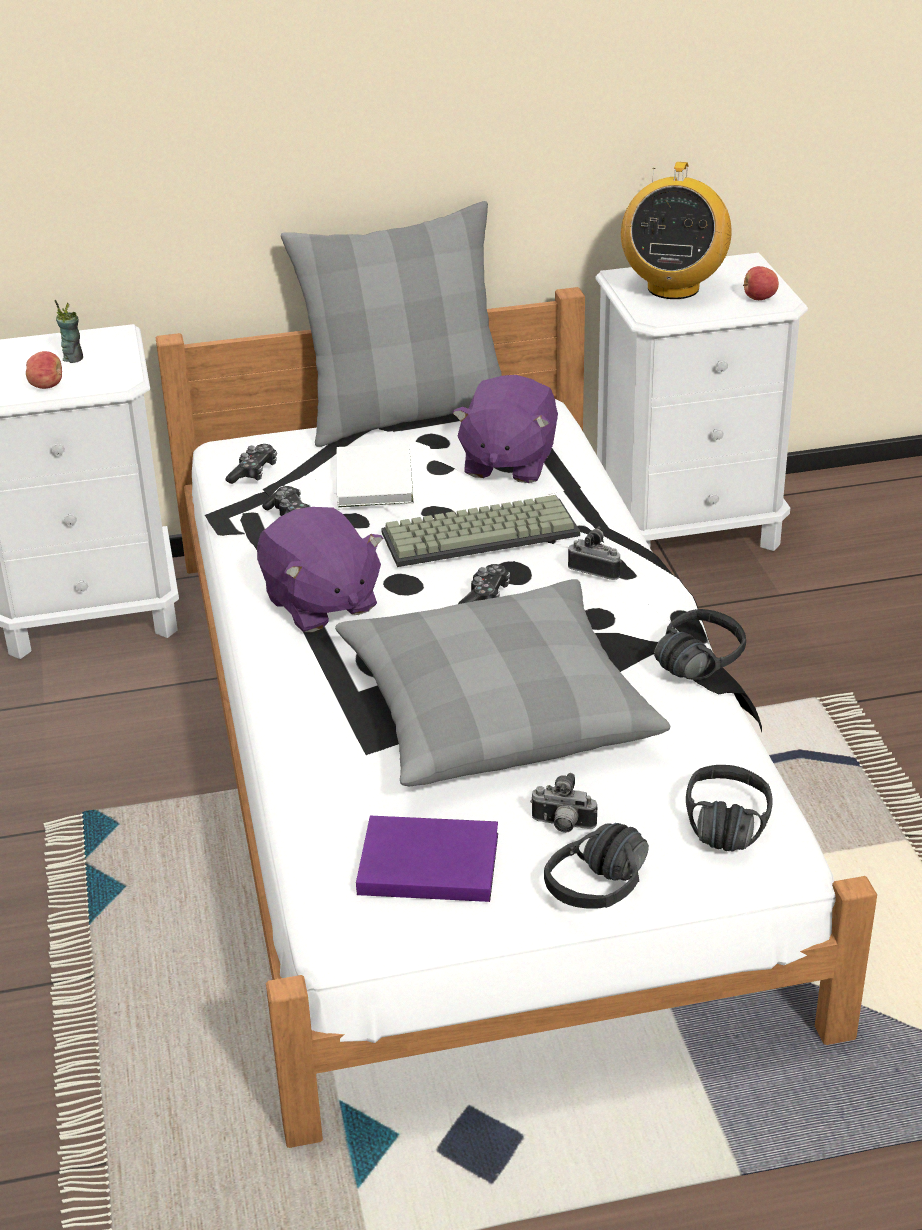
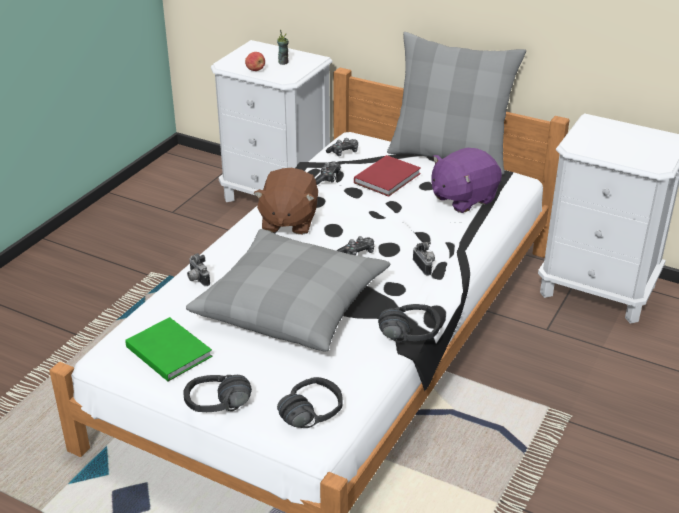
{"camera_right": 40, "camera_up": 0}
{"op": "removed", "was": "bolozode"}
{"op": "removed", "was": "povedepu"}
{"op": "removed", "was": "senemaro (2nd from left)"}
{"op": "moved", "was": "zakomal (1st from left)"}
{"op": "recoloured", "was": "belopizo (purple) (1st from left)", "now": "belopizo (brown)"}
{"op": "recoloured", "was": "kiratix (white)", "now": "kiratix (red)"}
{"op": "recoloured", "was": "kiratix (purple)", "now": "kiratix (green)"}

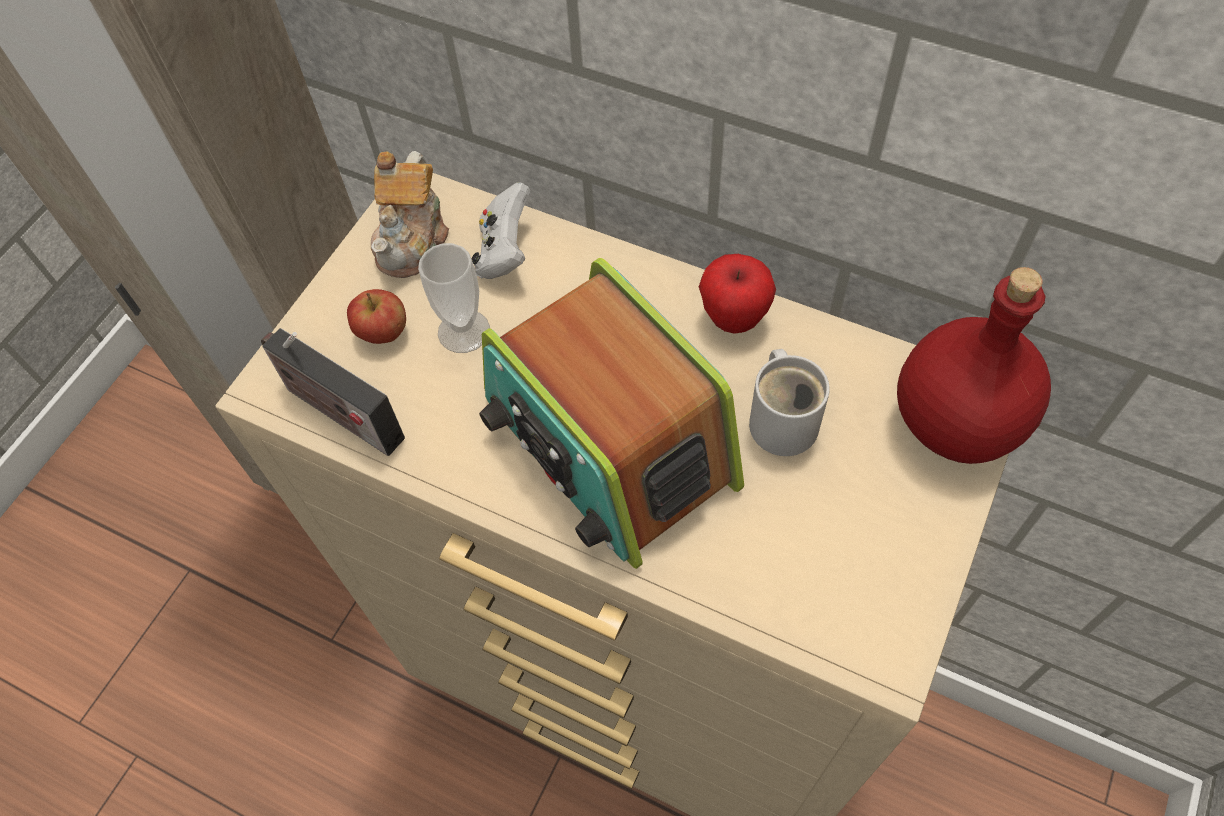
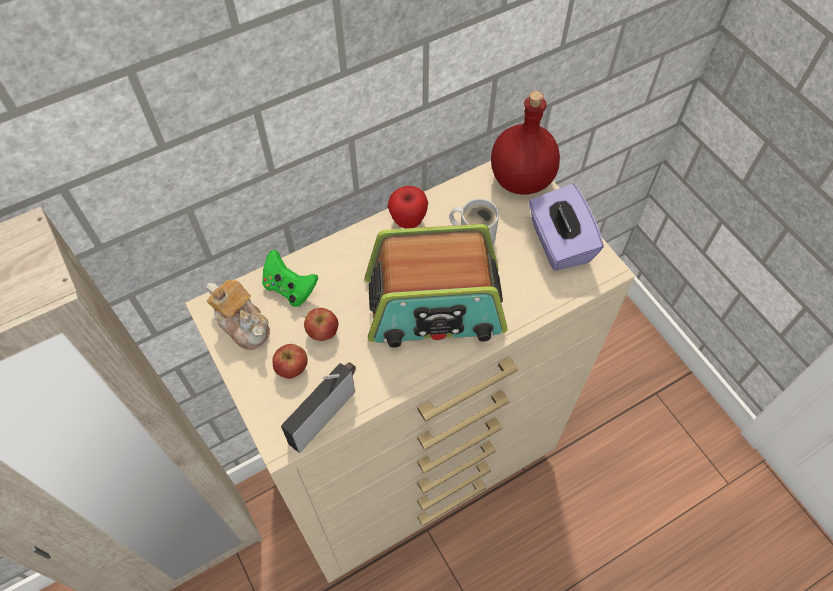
{"camera_right": -60, "camera_up": 0}
{"op": "added", "now": "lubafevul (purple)"}
{"op": "replaced", "was": "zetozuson", "now": "senemaro (2nd from left)"}
{"op": "recoloured", "was": "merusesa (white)", "now": "merusesa (green)"}
{"op": "turned", "was": "povedepu (1st from left)", "clockwise": 150}

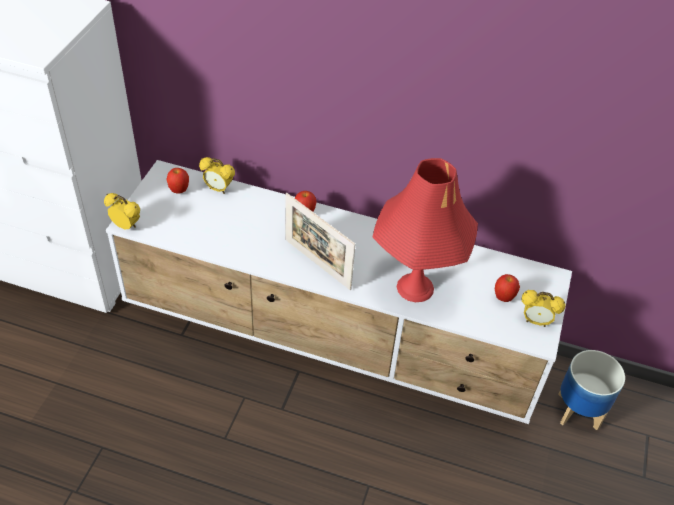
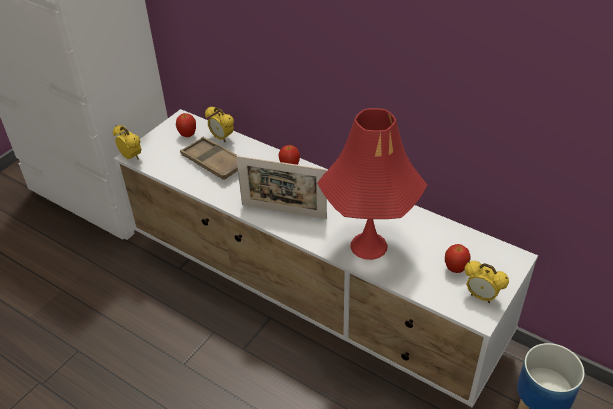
{"camera_right": 20, "camera_up": -5}
{"op": "added", "now": "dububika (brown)"}
{"op": "turned", "was": "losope", "clockwise": -45}

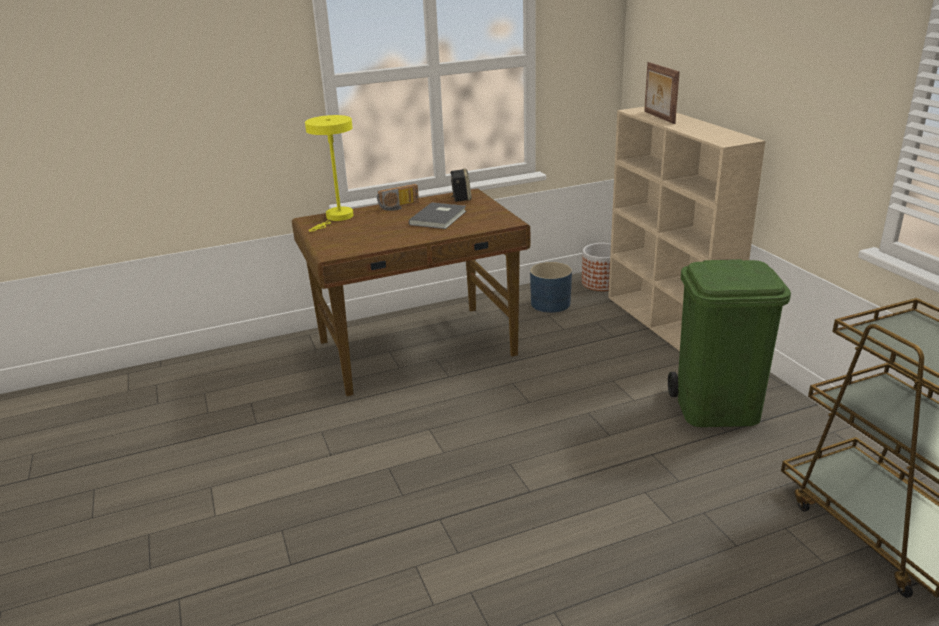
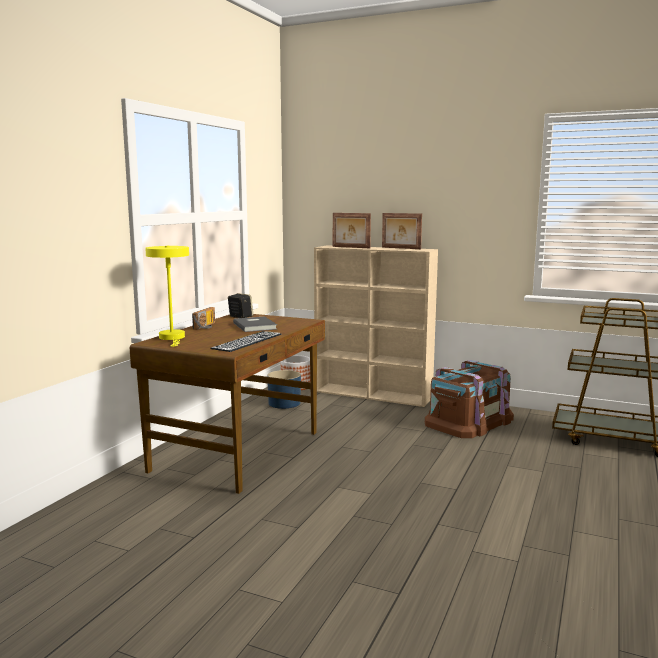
{"camera_right": -45, "camera_up": -15}
{"op": "added", "now": "bolozode"}
{"op": "added", "now": "losope (2nd from left)"}
{"op": "replaced", "was": "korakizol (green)", "now": "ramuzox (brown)"}

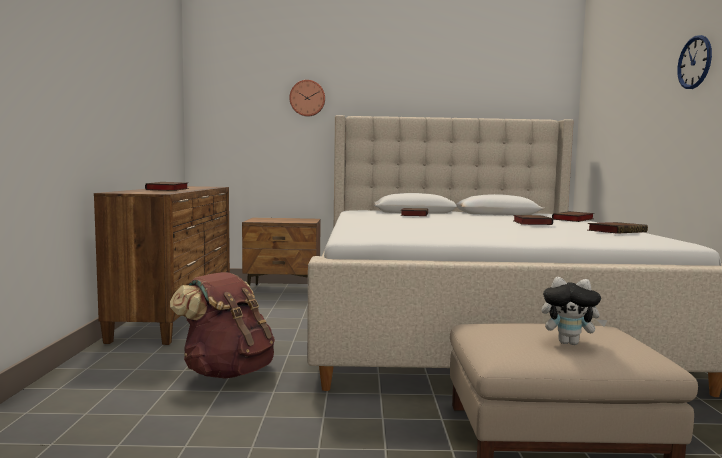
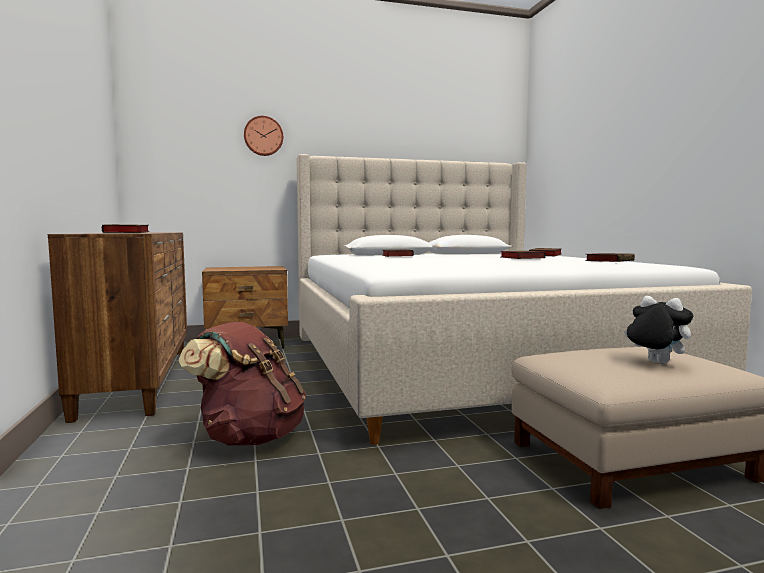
{"camera_right": -15, "camera_up": 0}
{"op": "removed", "was": "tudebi (2nd from left)"}
{"op": "turned", "was": "belopizo", "clockwise": -135}

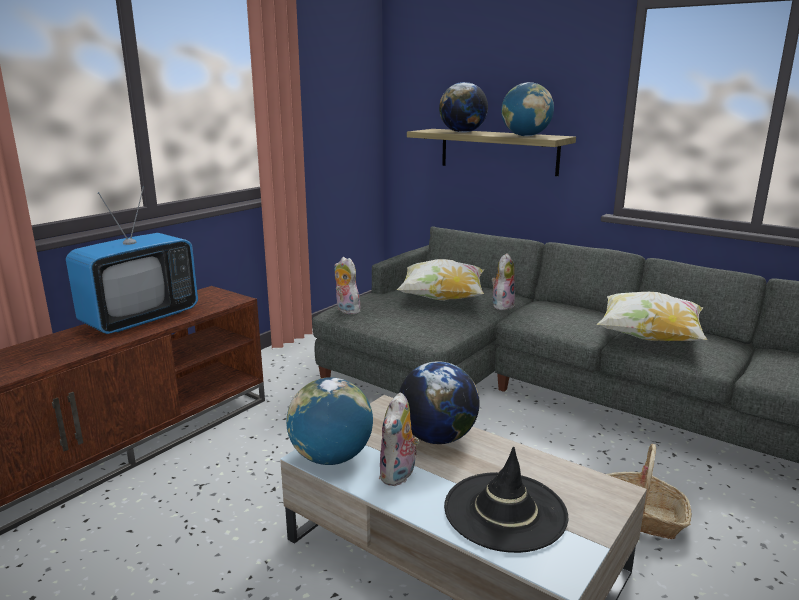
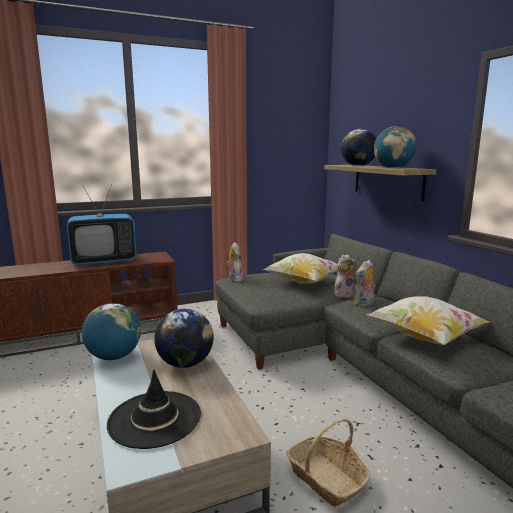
{"camera_right": 30, "camera_up": -5}
{"op": "moved", "was": "belopizo (2nd from left in the first image)", "now": "belopizo (3rd from left)"}

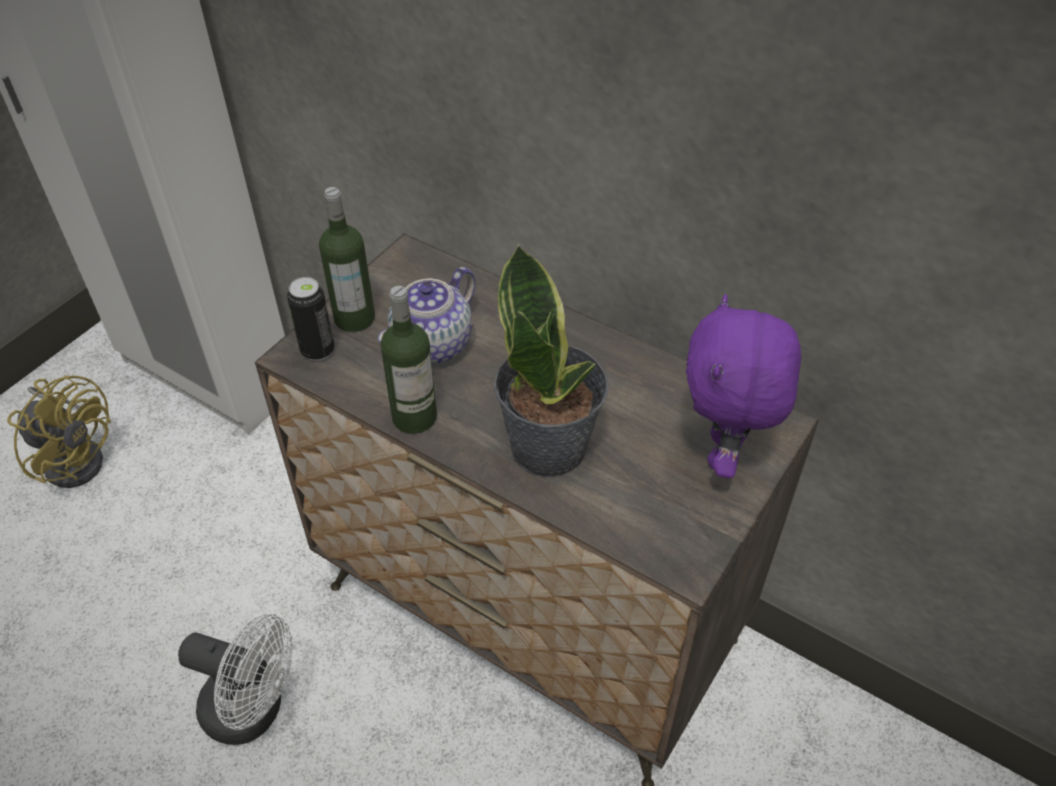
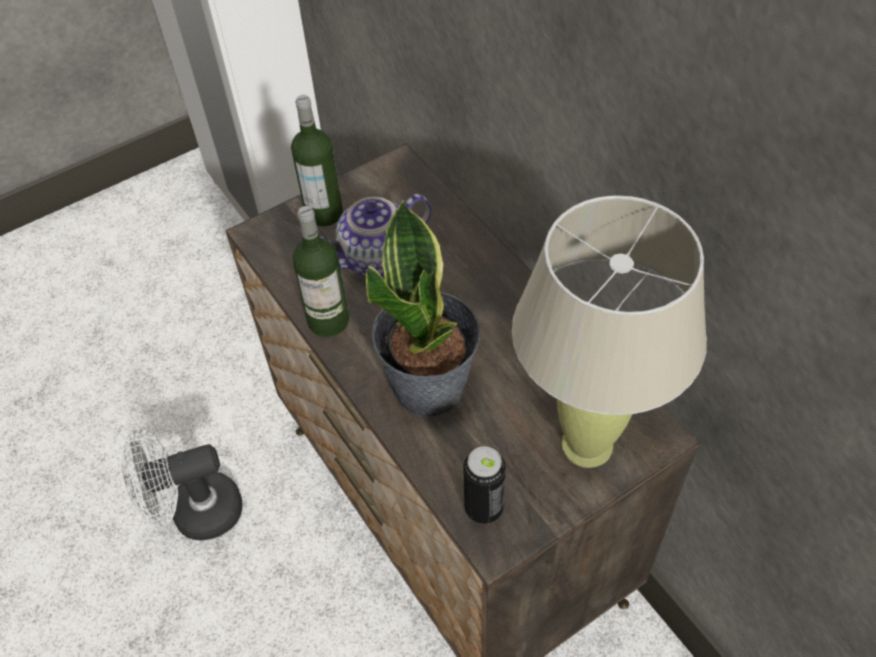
{"camera_right": 25, "camera_up": 5}
{"op": "removed", "was": "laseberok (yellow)"}
{"op": "moved", "was": "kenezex"}
{"op": "replaced", "was": "belopizo (purple)", "now": "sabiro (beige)"}
{"op": "turned", "was": "laseberok (white)", "clockwise": 120}

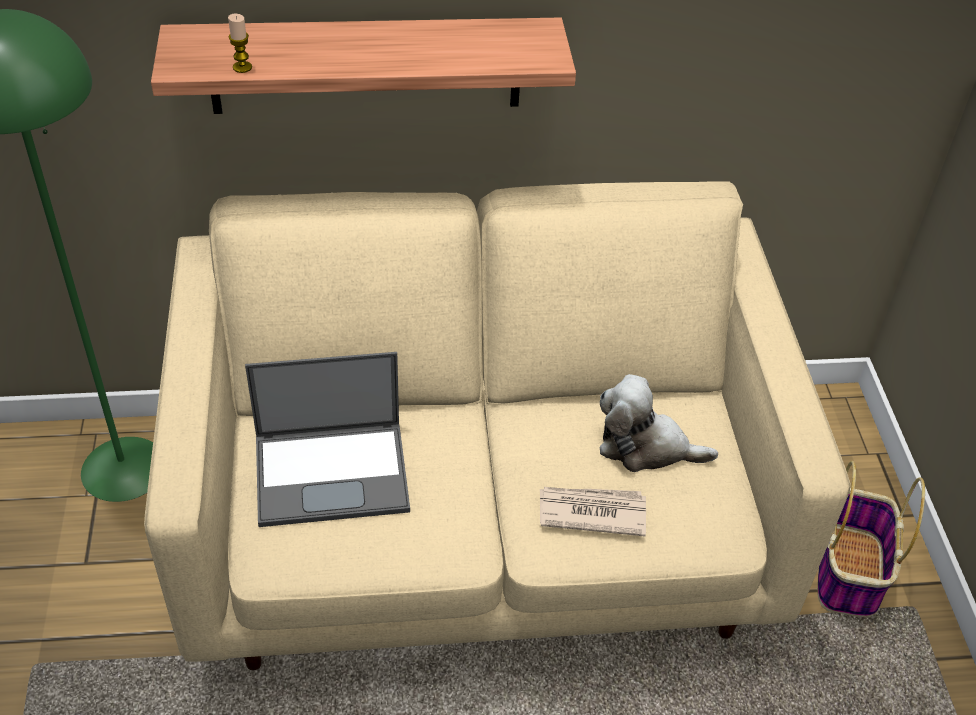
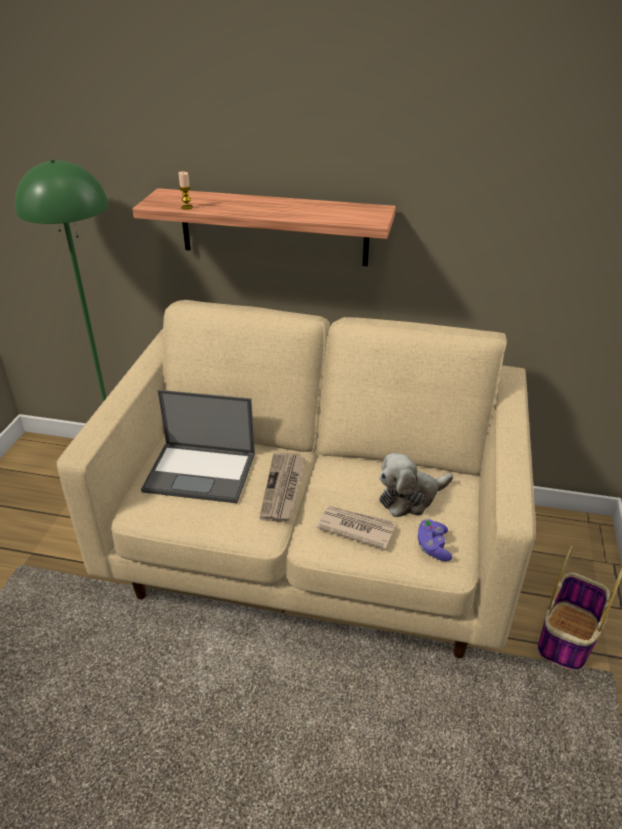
{"camera_right": 20, "camera_up": -10}
{"op": "added", "now": "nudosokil (1st from left)"}
{"op": "added", "now": "merusesa (purple)"}
{"op": "turned", "was": "belopizo", "clockwise": -60}

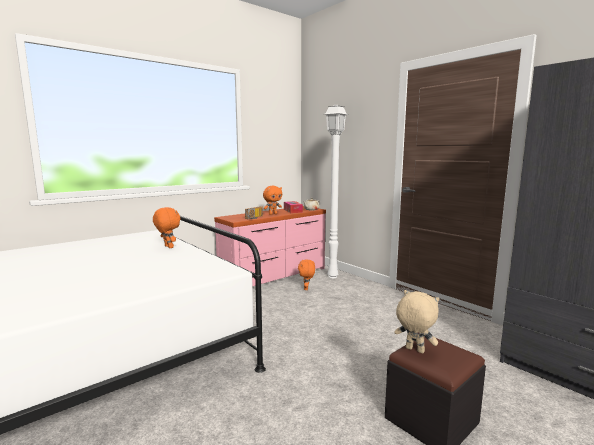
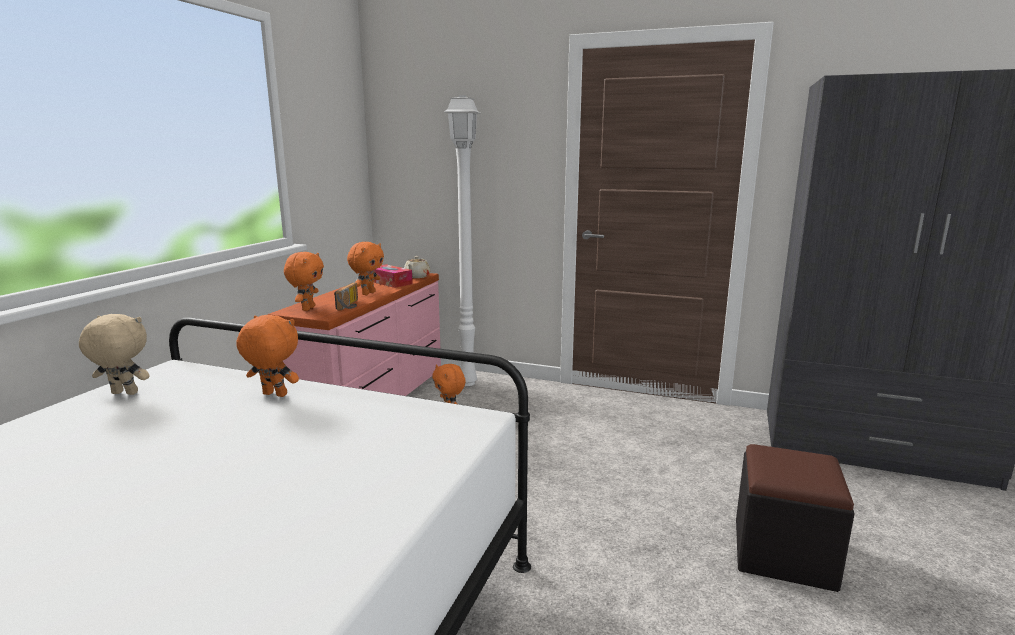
{"camera_right": -30, "camera_up": 5}
{"op": "added", "now": "belopizo (orange) (2nd from left)"}
{"op": "moved", "was": "belopizo (beige)"}

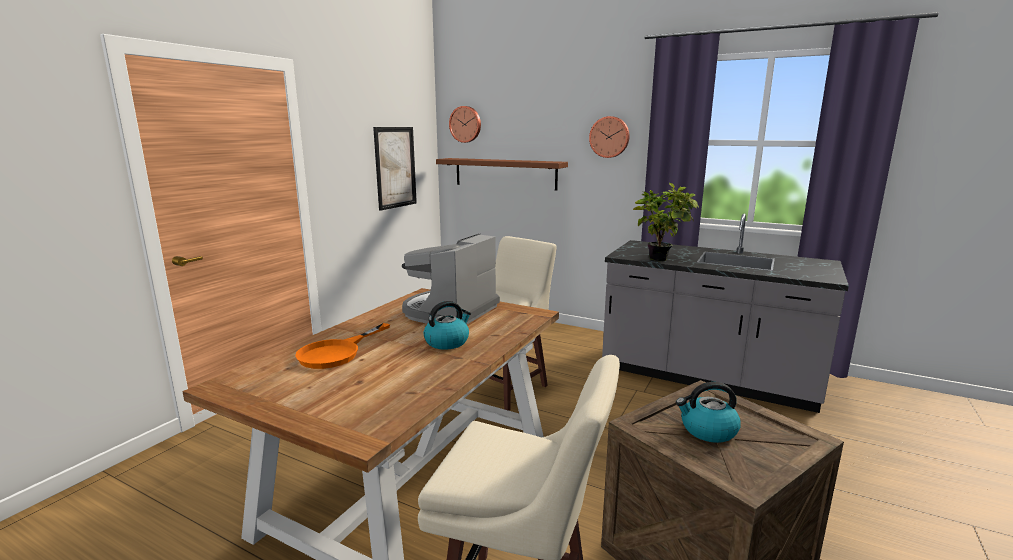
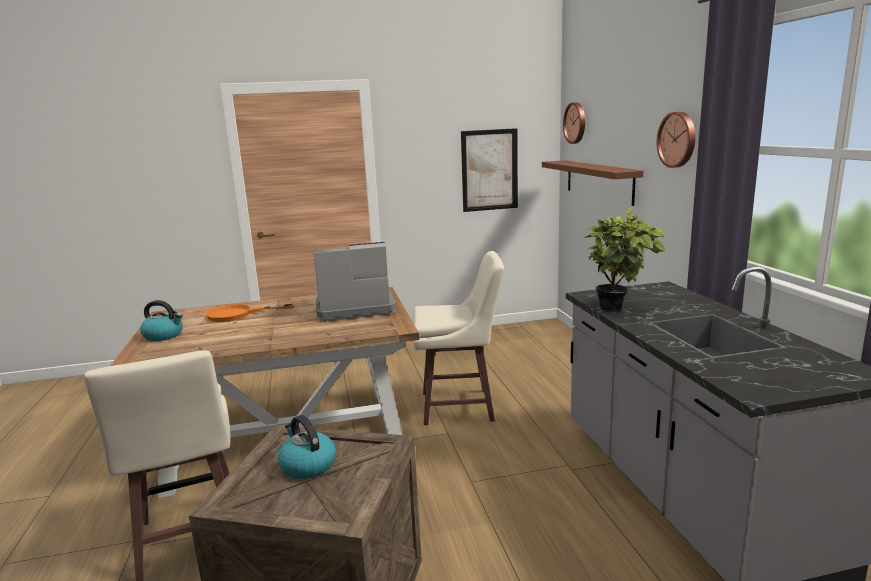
{"camera_right": 50, "camera_up": 0}
{"op": "moved", "was": "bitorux (1st from left)"}

